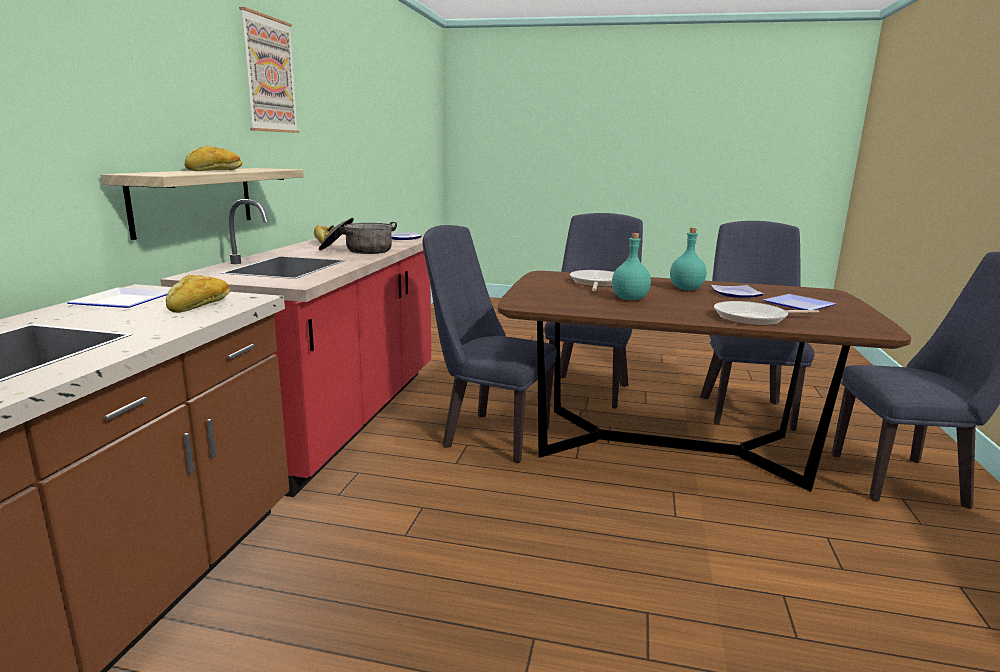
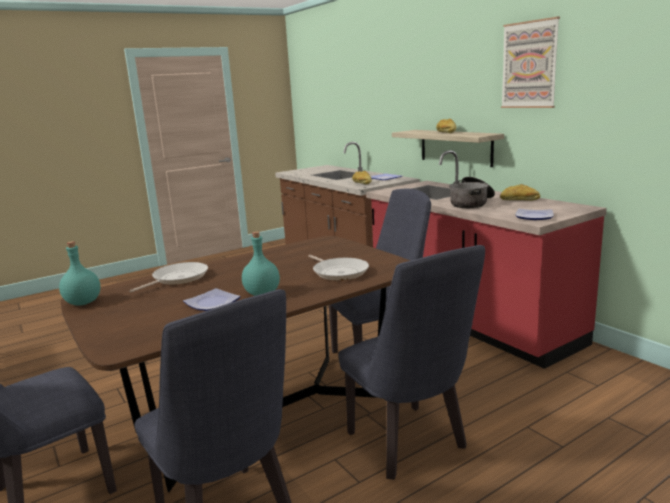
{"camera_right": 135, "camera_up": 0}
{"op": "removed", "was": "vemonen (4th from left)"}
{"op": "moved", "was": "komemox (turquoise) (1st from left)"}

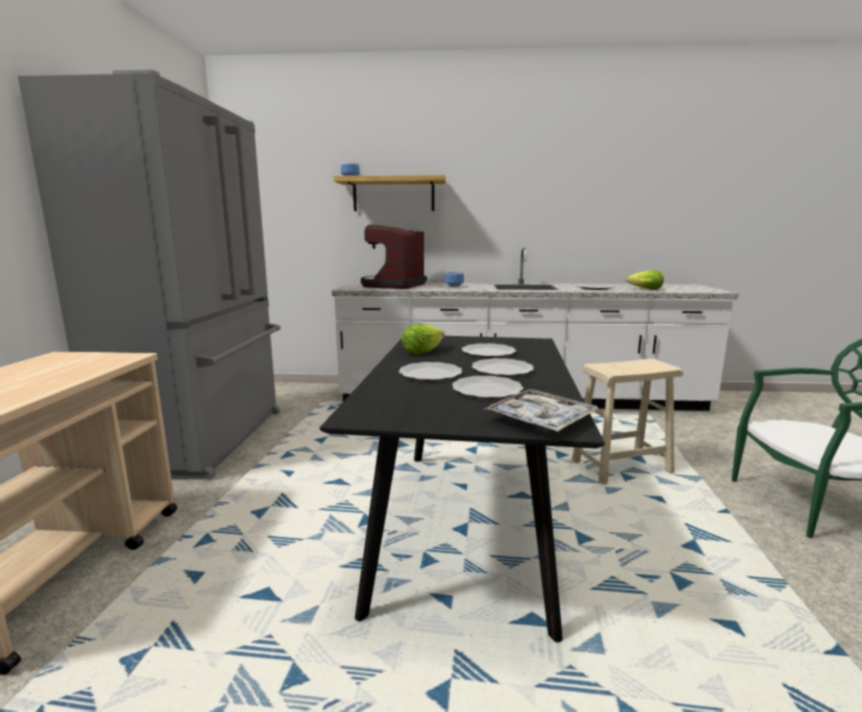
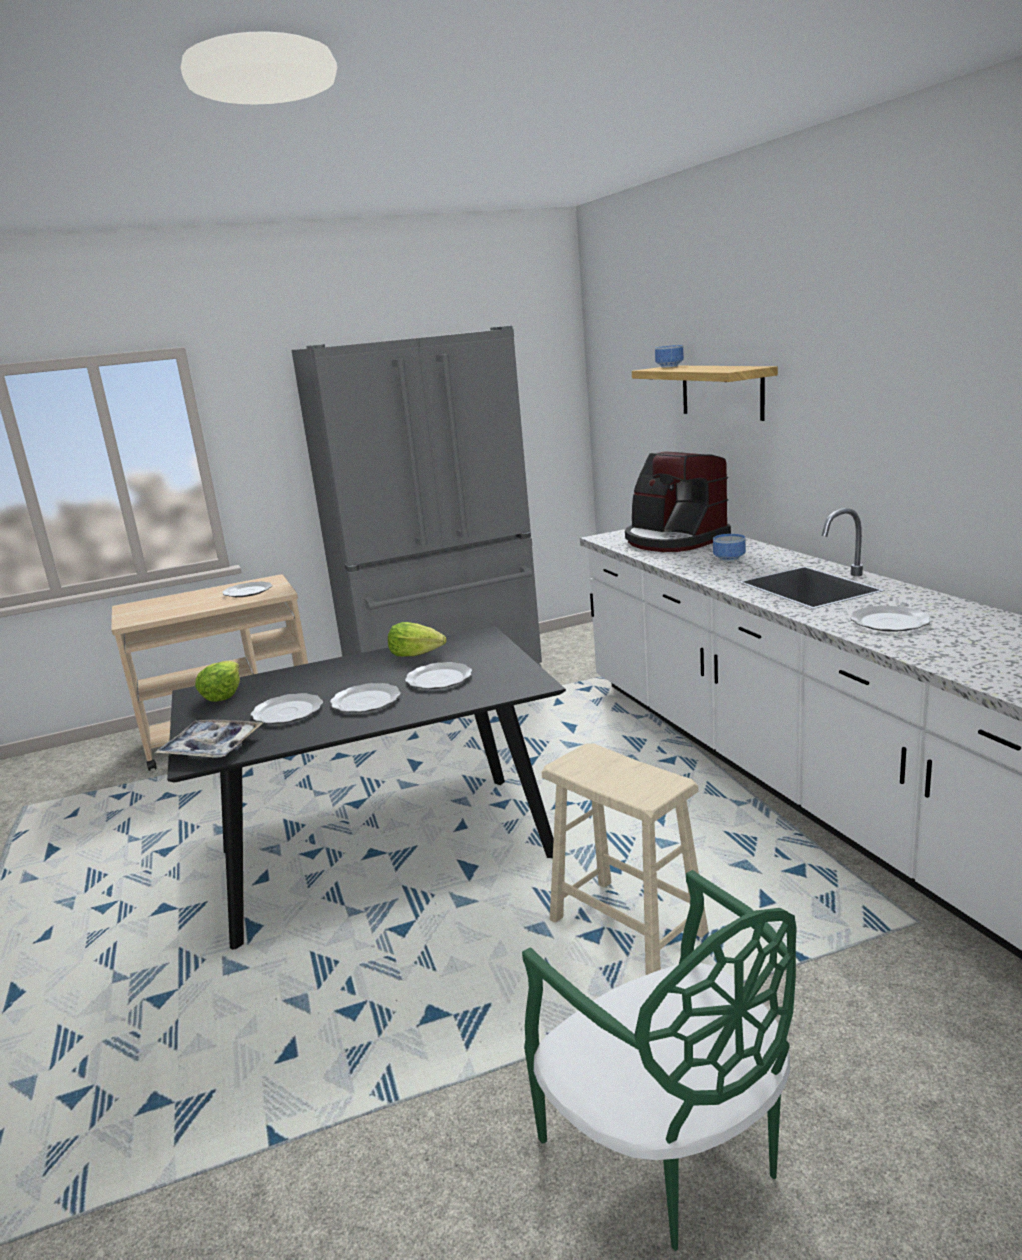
{"camera_right": 65, "camera_up": 5}
{"op": "moved", "was": "vemonen (1st from left)"}
{"op": "moved", "was": "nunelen (2nd from left in the first image)", "now": "nunelen (1st from left)"}
{"op": "turned", "was": "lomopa", "clockwise": -120}

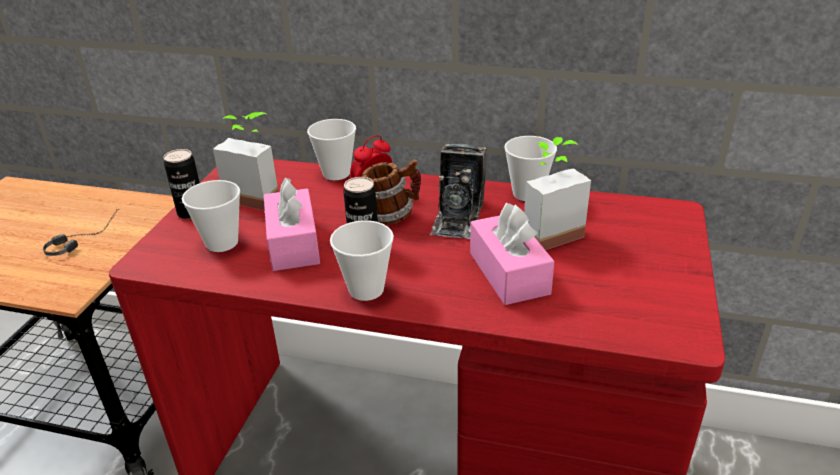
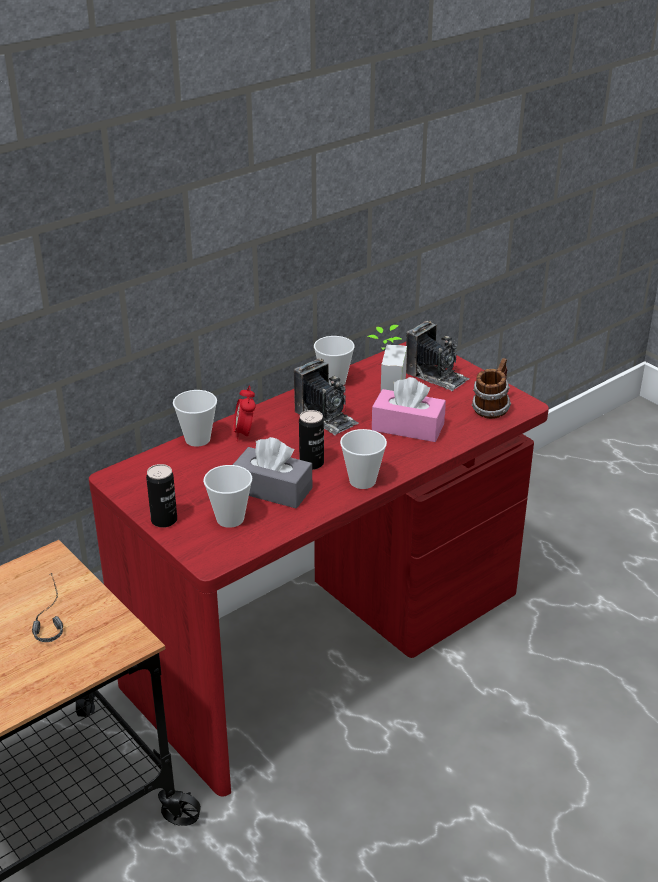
{"camera_right": -55, "camera_up": 0}
{"op": "removed", "was": "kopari (1st from left)"}
{"op": "added", "now": "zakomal (2nd from left)"}
{"op": "moved", "was": "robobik"}
{"op": "recoloured", "was": "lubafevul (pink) (1st from left)", "now": "lubafevul (grey)"}

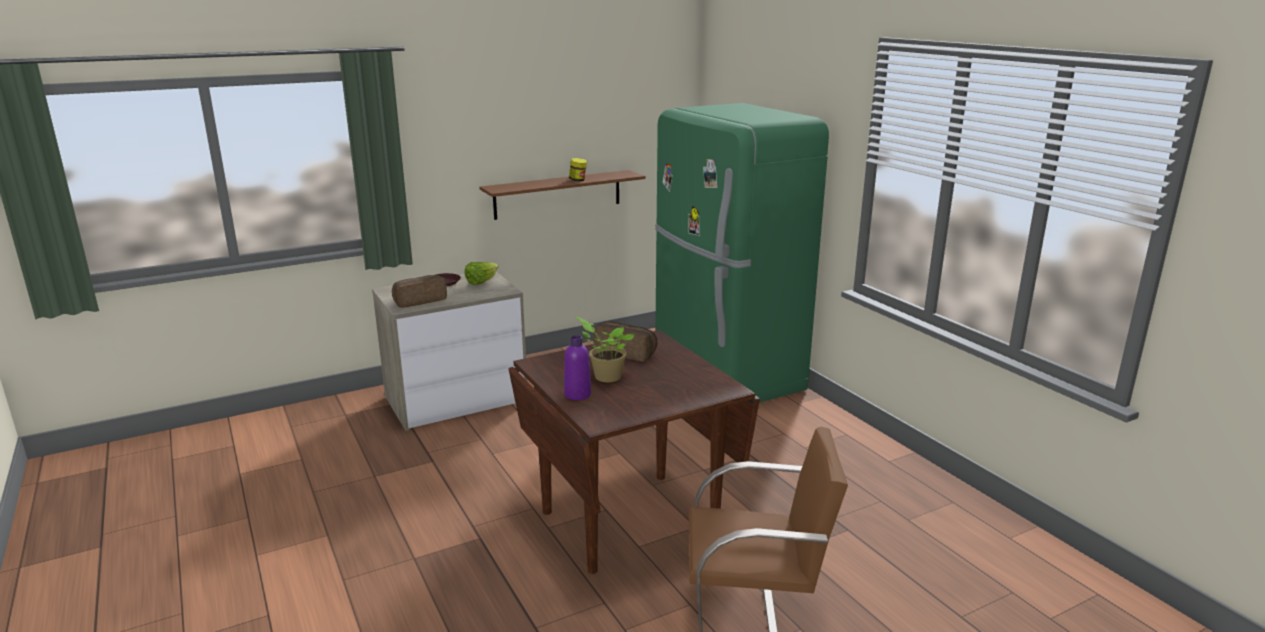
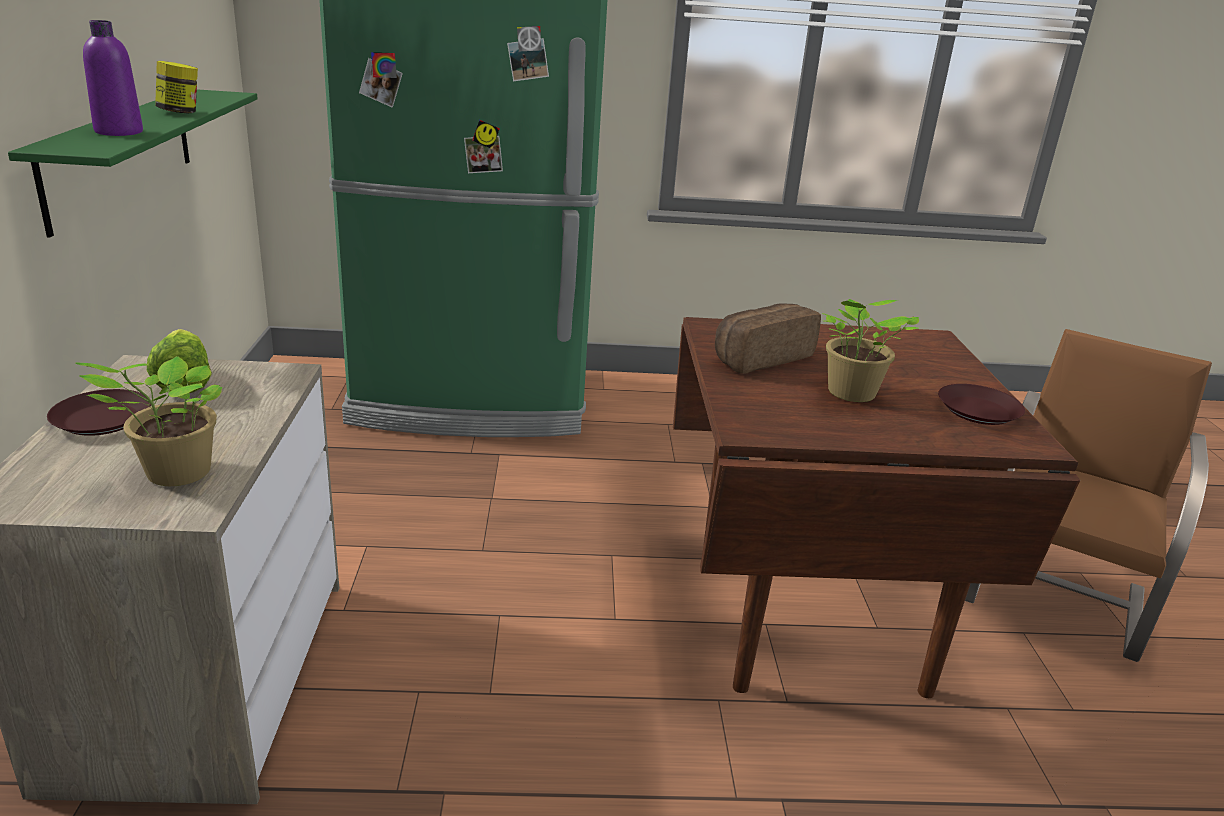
{"camera_right": -65, "camera_up": 5}
{"op": "added", "now": "vemonen (brown) (2nd from left)"}
{"op": "moved", "was": "komemox (purple)"}
{"op": "replaced", "was": "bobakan (1st from left)", "now": "kopari (1st from left)"}
{"op": "recoloured", "was": "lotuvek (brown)", "now": "lotuvek (green)"}

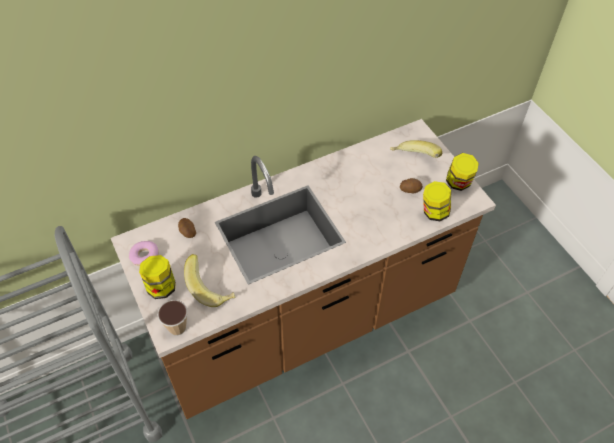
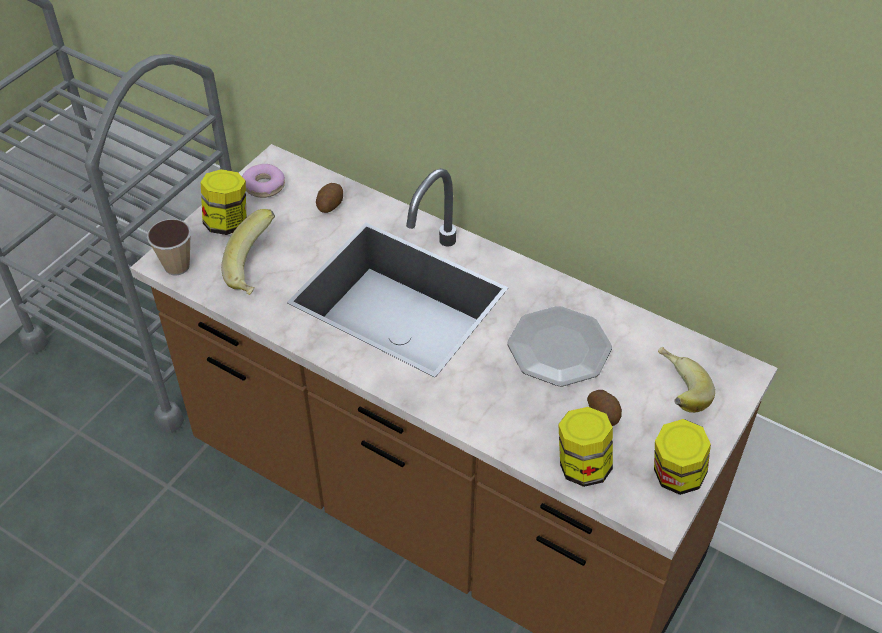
{"camera_right": 60, "camera_up": -5}
{"op": "added", "now": "vemonen"}

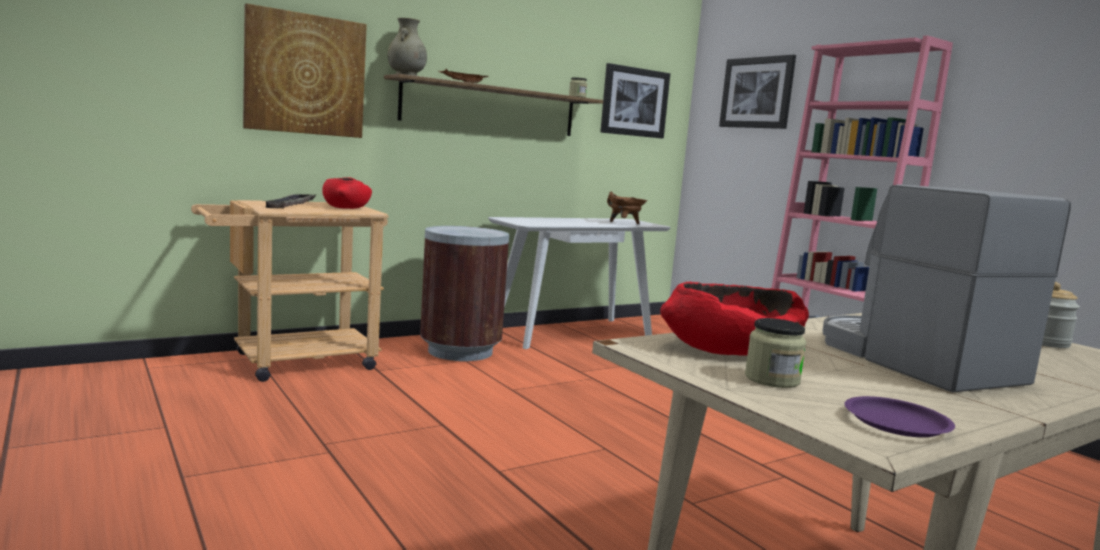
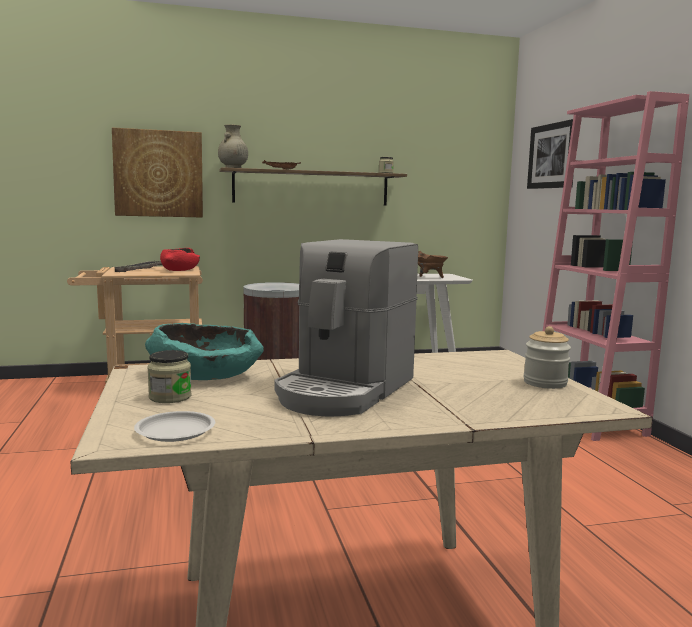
{"camera_right": 20, "camera_up": 0}
{"op": "removed", "was": "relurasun (2nd from left)"}
{"op": "recoloured", "was": "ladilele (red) (2nd from left)", "now": "ladilele (turquoise)"}
{"op": "recoloured", "was": "vemonen (purple)", "now": "vemonen (white)"}
{"op": "turned", "was": "lomopa", "clockwise": -150}

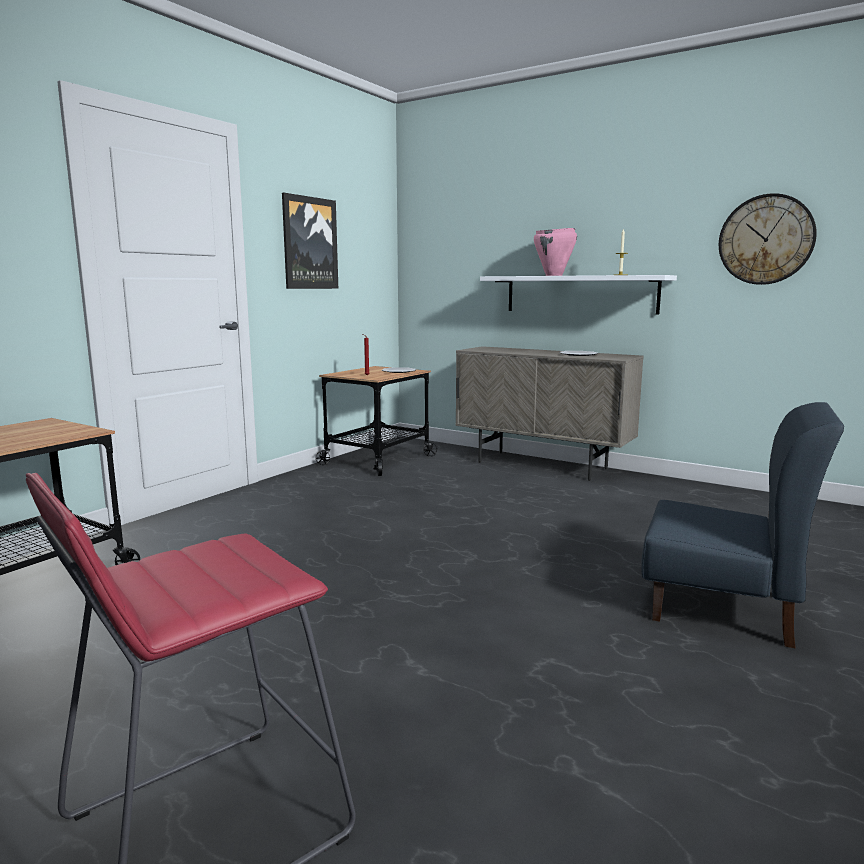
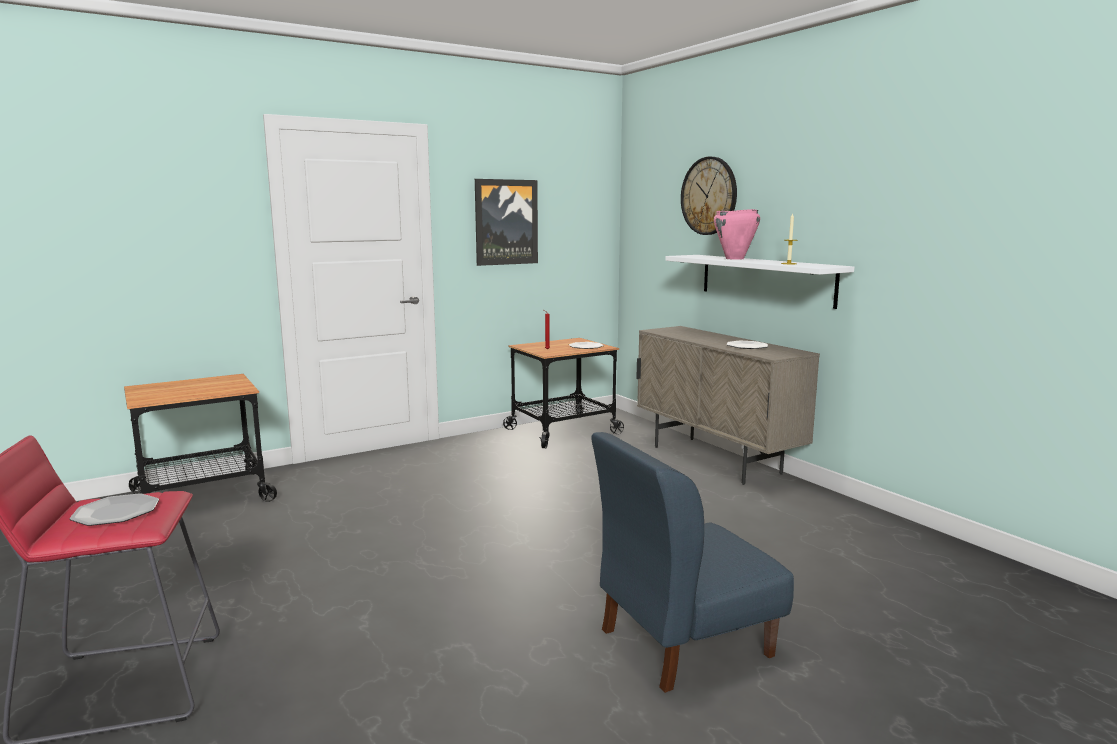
{"camera_right": 25, "camera_up": 0}
{"op": "added", "now": "vemonen (1st from left)"}
{"op": "moved", "was": "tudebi"}
{"op": "turned", "was": "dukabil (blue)", "clockwise": 105}

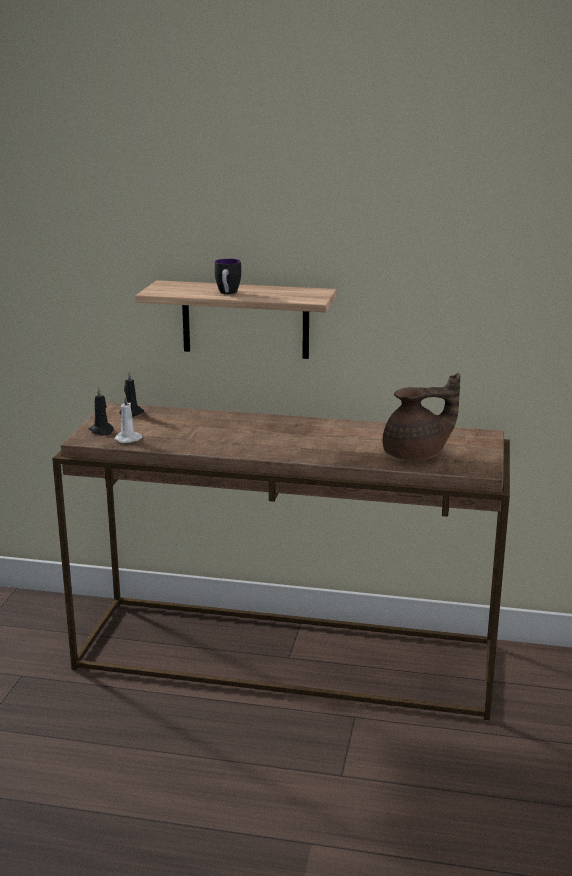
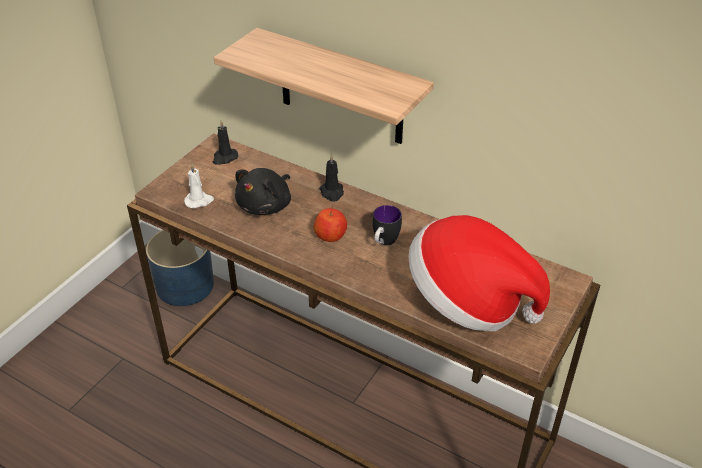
{"camera_right": 20, "camera_up": 20}
{"op": "added", "now": "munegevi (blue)"}
{"op": "added", "now": "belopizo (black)"}
{"op": "added", "now": "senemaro"}
{"op": "moved", "was": "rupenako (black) (1st from left in the first image)", "now": "rupenako (black) (2nd from left)"}
{"op": "moved", "was": "robobik"}
{"op": "replaced", "was": "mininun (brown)", "now": "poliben"}

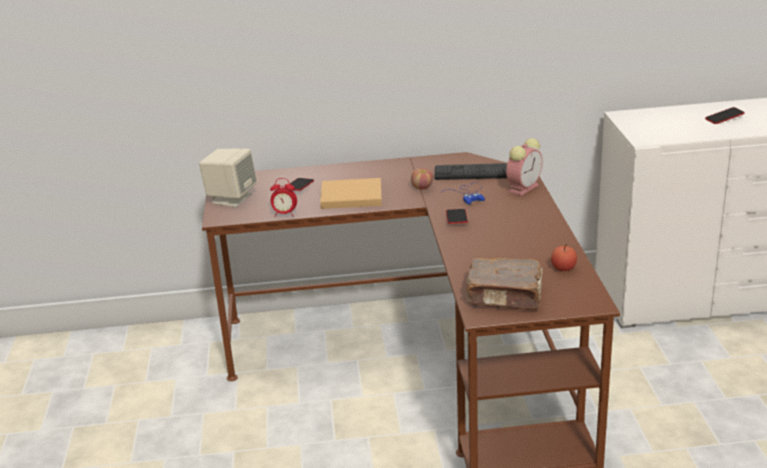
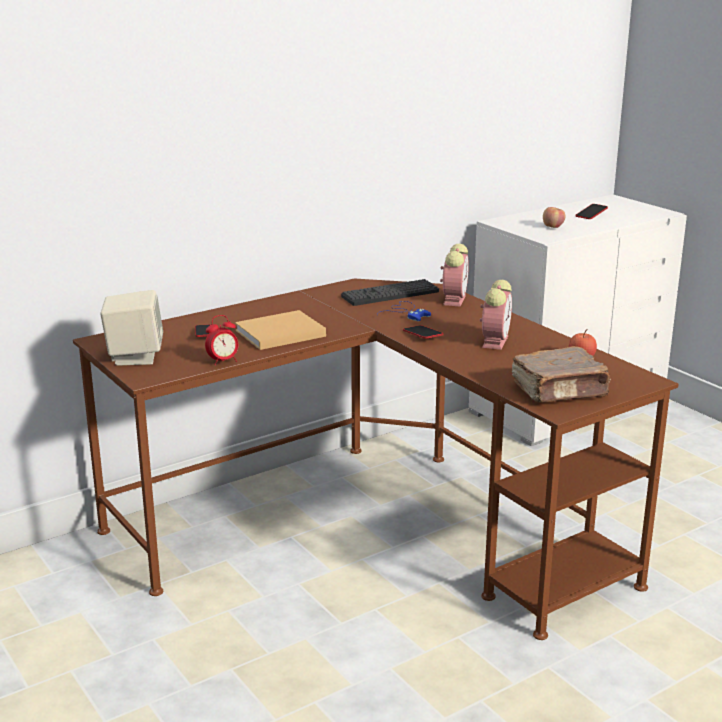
{"camera_right": -30, "camera_up": -5}
{"op": "added", "now": "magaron (3rd from left)"}
{"op": "moved", "was": "senemaro (1st from left)"}

